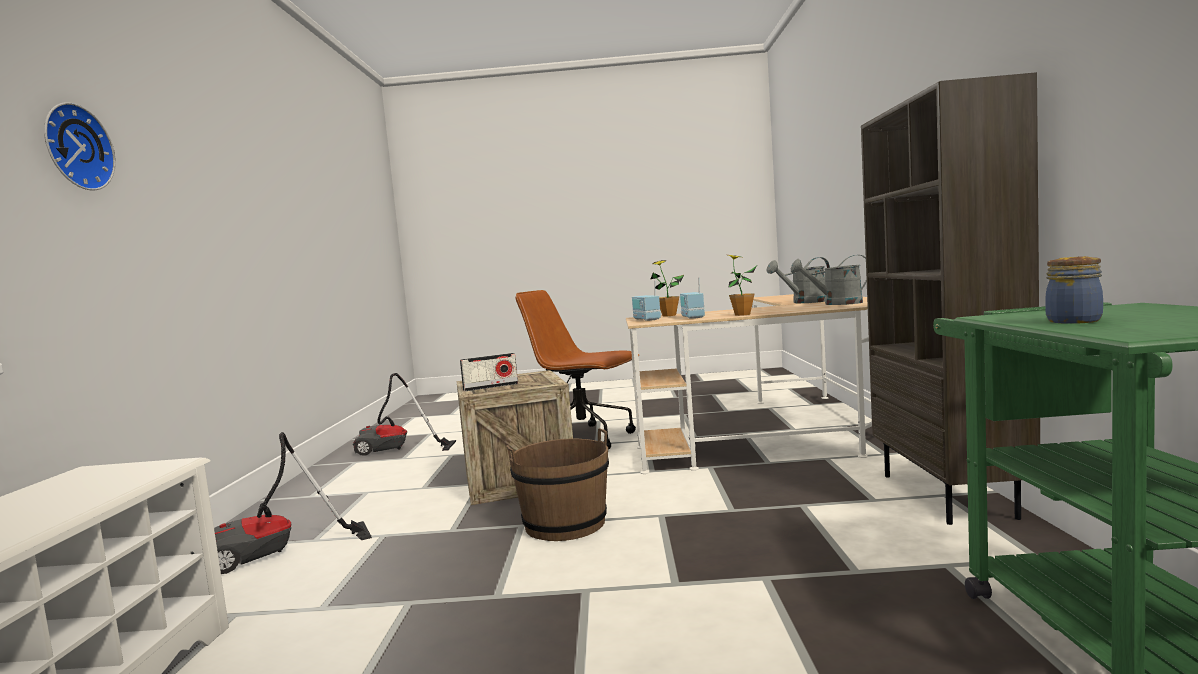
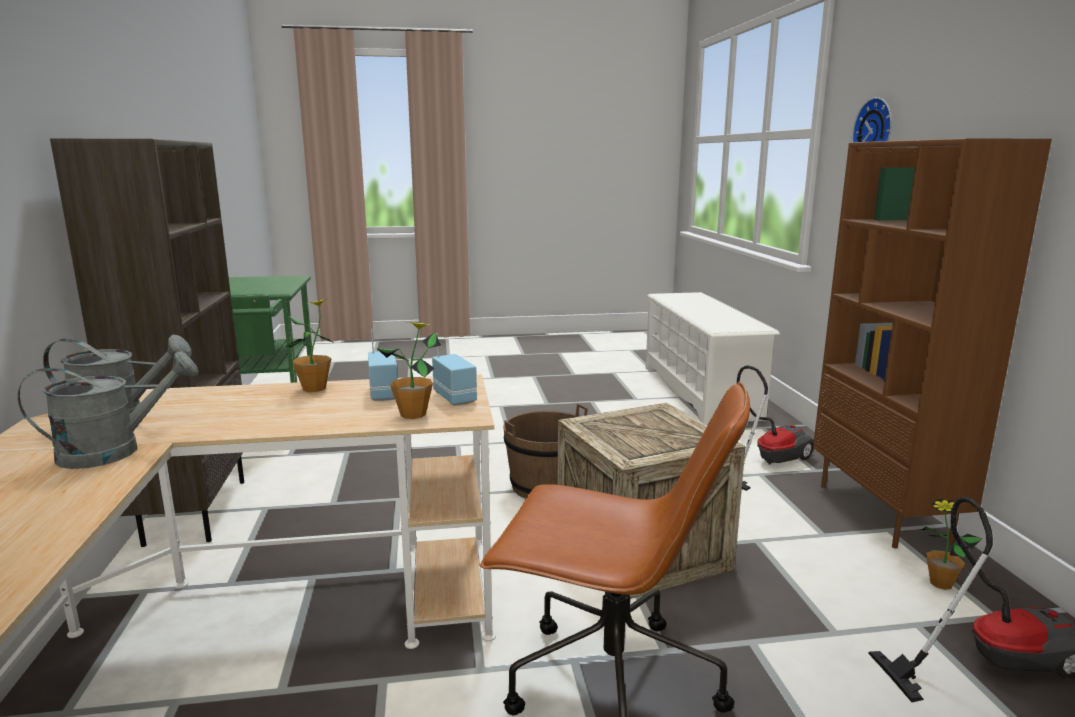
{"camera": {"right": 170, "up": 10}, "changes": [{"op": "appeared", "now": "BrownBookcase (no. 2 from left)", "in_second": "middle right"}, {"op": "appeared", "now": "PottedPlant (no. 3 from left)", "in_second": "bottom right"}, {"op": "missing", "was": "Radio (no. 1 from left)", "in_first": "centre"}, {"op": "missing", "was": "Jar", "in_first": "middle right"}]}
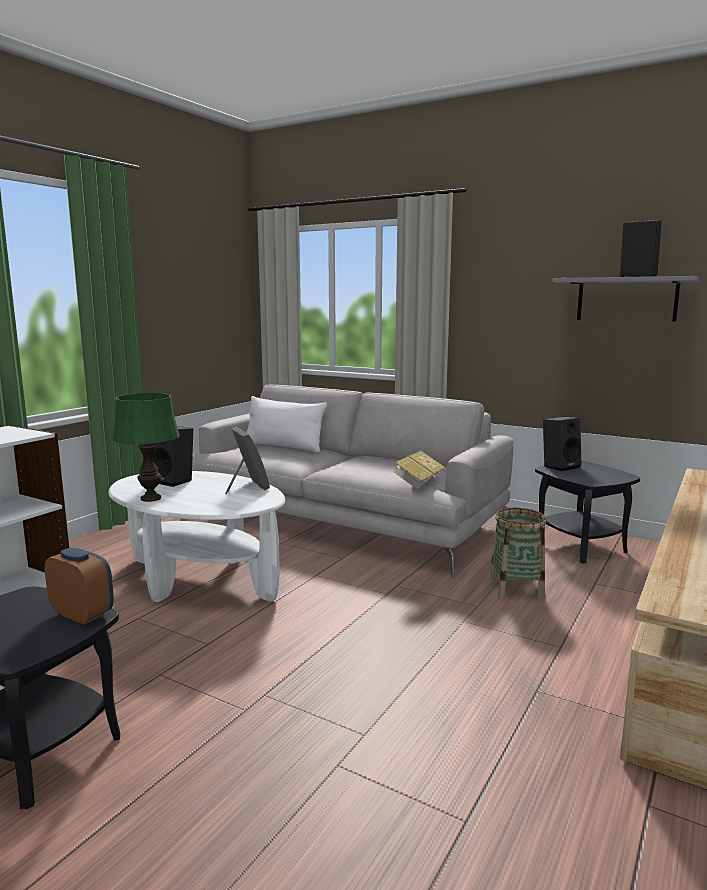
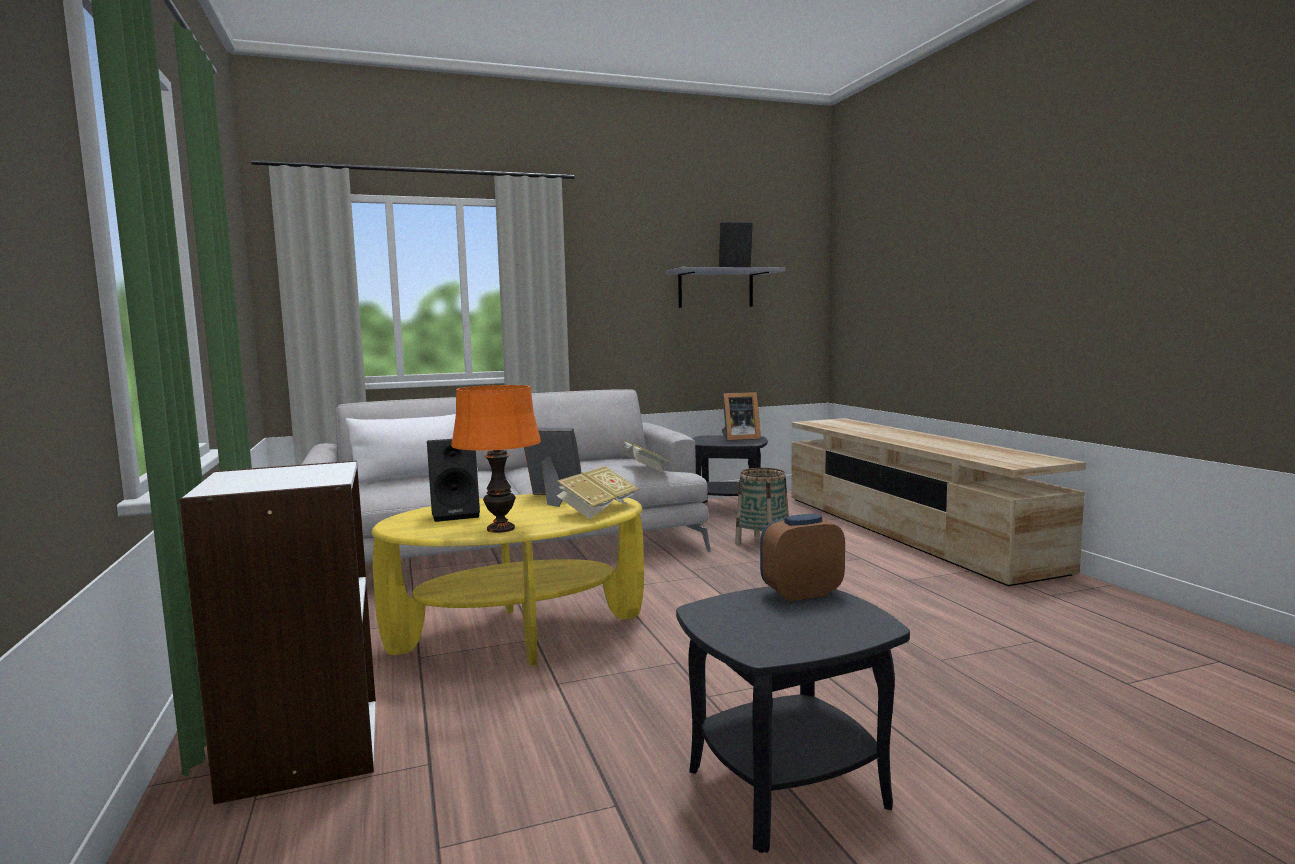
{"camera": {"right": -50, "up": -5}, "changes": [{"op": "colour", "was": "WhiteCoffeeTable", "now": "YellowCoffeeTable", "in_first": "middle left", "in_second": "bottom centre"}, {"op": "colour", "was": "GreenTableLamp", "now": "OrangeTableLamp", "in_first": "middle left", "in_second": "centre"}, {"op": "appeared", "now": "Book (no. 1 from left)", "in_second": "centre"}, {"op": "appeared", "now": "PictureFrame (no. 2 from left)", "in_second": "centre"}, {"op": "missing", "was": "BlackSpeaker (no. 2 from left)", "in_first": "middle right"}]}
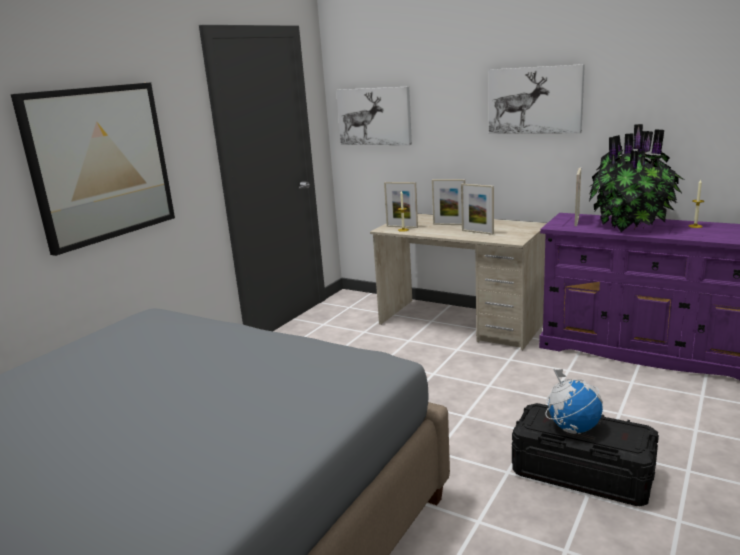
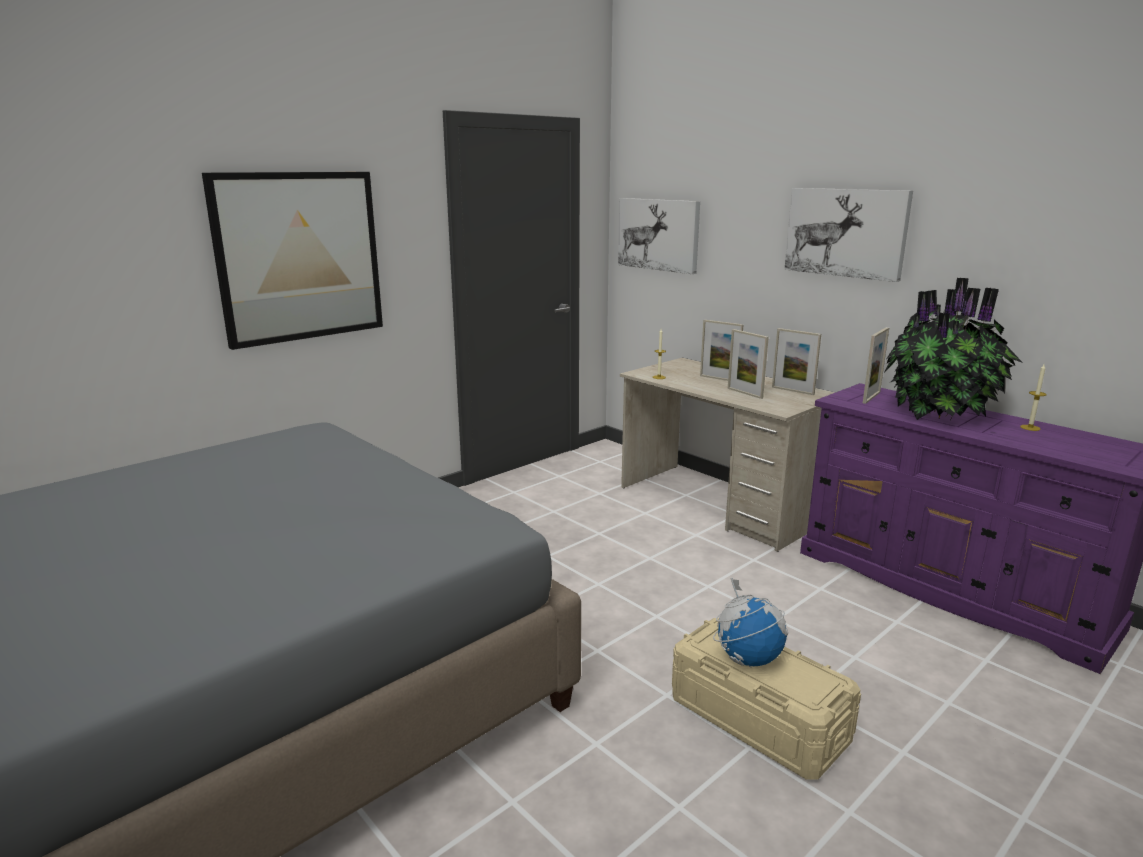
{"camera": {"right": 15, "up": 0}, "changes": [{"op": "colour", "was": "BlackStorageBox", "now": "BeigeStorageBox", "in_first": "bottom right", "in_second": "bottom right"}, {"op": "relocated", "was": "PictureFrame (no. 1 from left in the first image)", "now": "PictureFrame (no. 3 from left)", "in_first": "centre", "in_second": "middle right"}]}
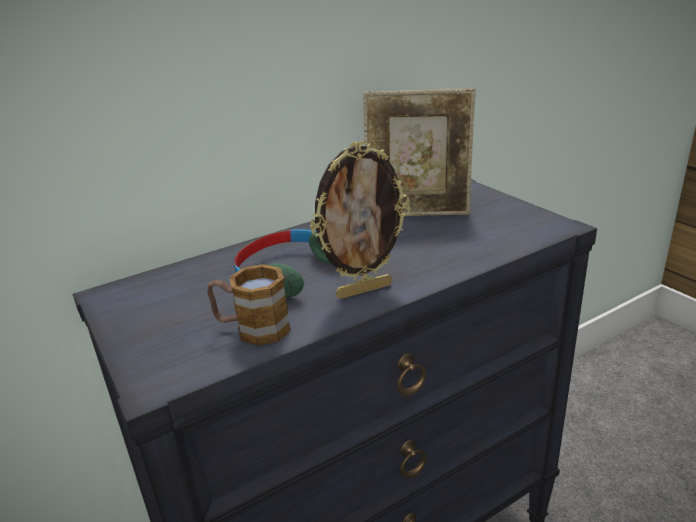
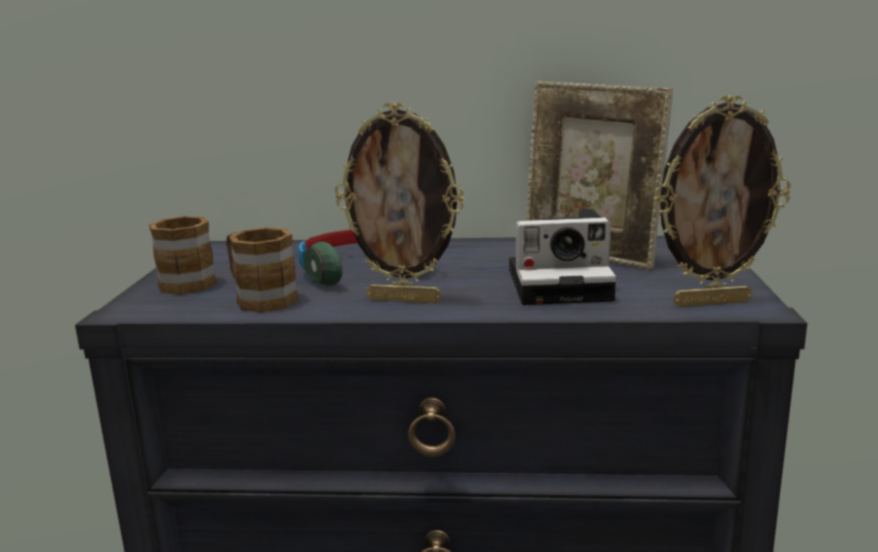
{"camera": {"right": 35, "up": -10}, "changes": [{"op": "appeared", "now": "Mug (no. 1 from left)", "in_second": "middle left"}, {"op": "appeared", "now": "PhotoCamera", "in_second": "centre"}, {"op": "appeared", "now": "PictureFrame (no. 3 from left)", "in_second": "middle right"}]}
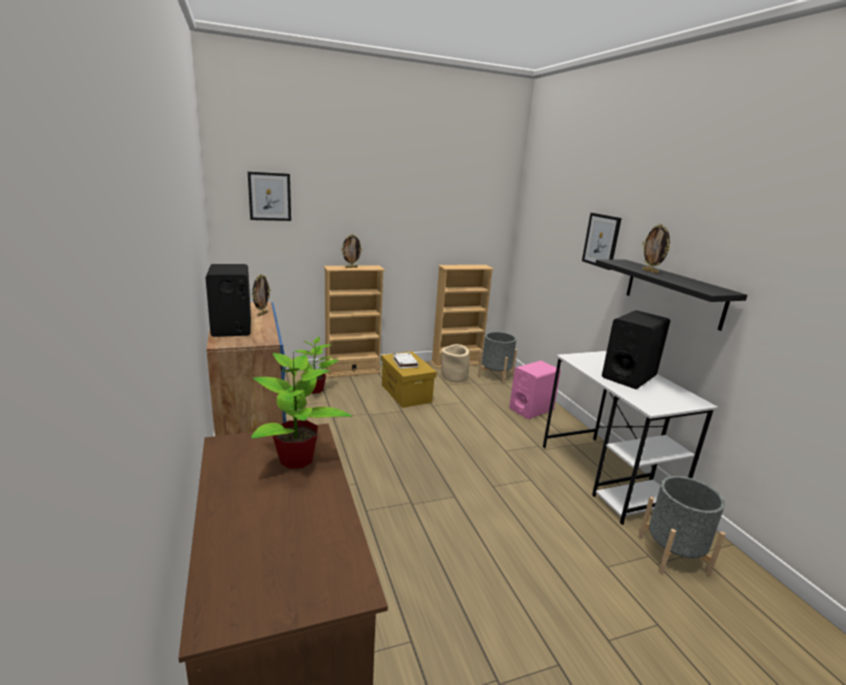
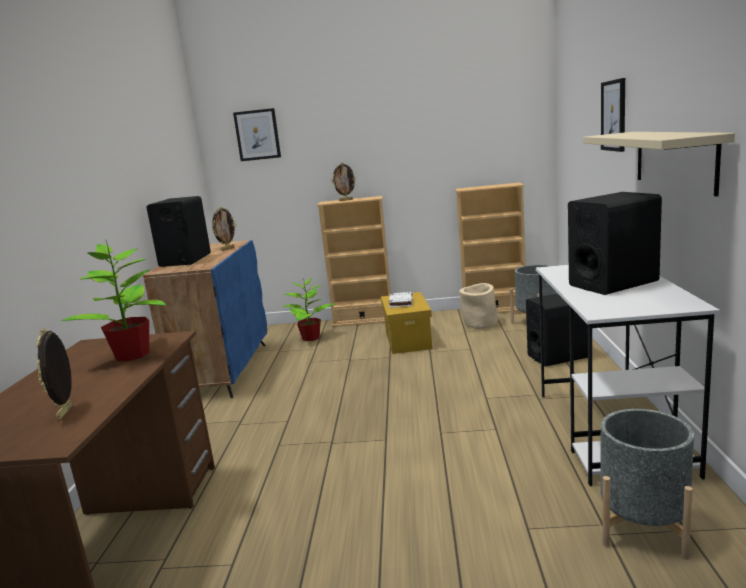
{"camera": {"right": 25, "up": -5}, "changes": [{"op": "relocated", "was": "PictureFrame (no. 3 from left in the first image)", "now": "PictureFrame (no. 1 from left)", "in_first": "middle right", "in_second": "middle left"}, {"op": "colour", "was": "PinkSpeaker", "now": "BlackSpeaker (no. 2 from left)", "in_first": "centre", "in_second": "middle right"}, {"op": "colour", "was": "BlackShelf", "now": "BeigeShelf", "in_first": "middle right", "in_second": "top right"}]}
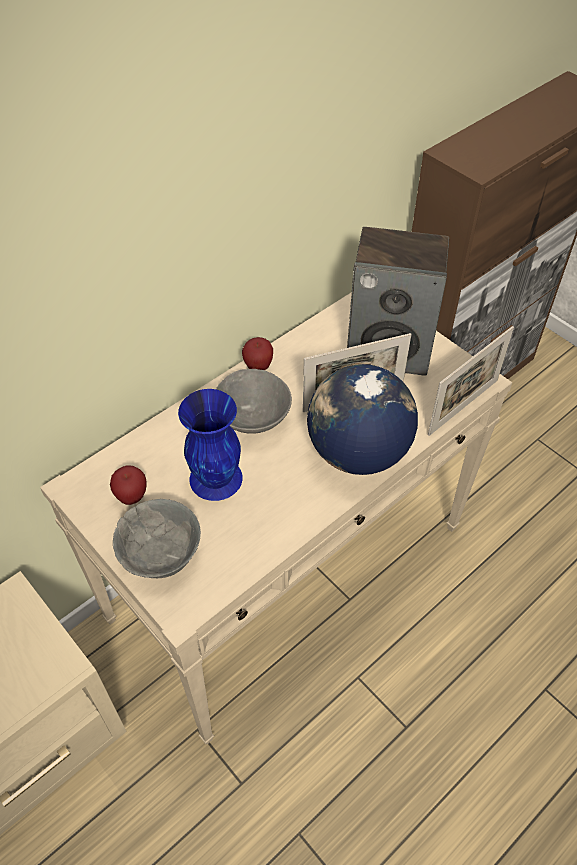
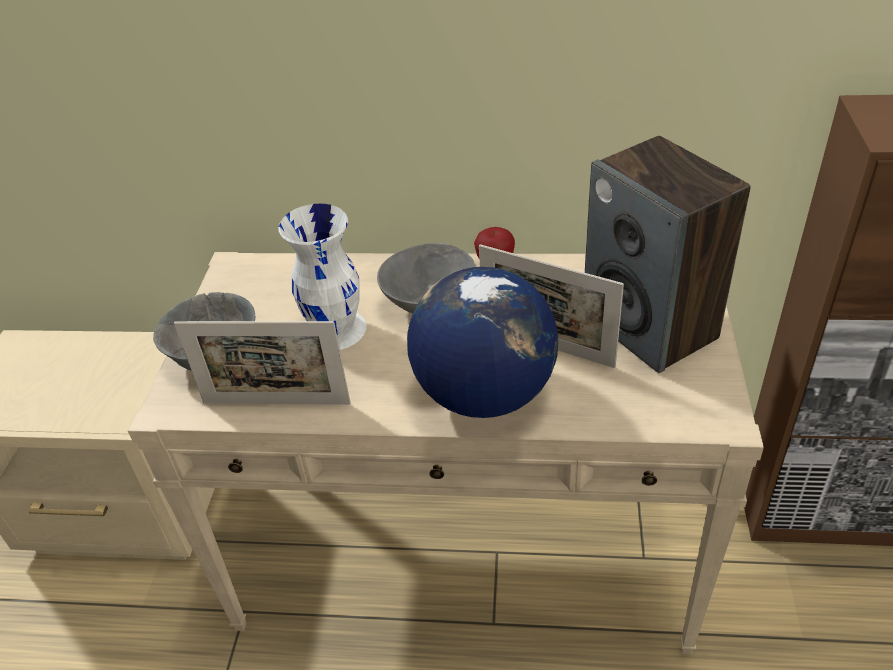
{"camera": {"right": 50, "up": -10}, "changes": [{"op": "relocated", "was": "PictureFrame (no. 2 from left in the first image)", "now": "PictureFrame (no. 1 from left)", "in_first": "middle right", "in_second": "middle left"}, {"op": "colour", "was": "BlueVase", "now": "WhiteVase", "in_first": "centre", "in_second": "centre"}, {"op": "missing", "was": "Apple (no. 1 from left)", "in_first": "middle left"}]}
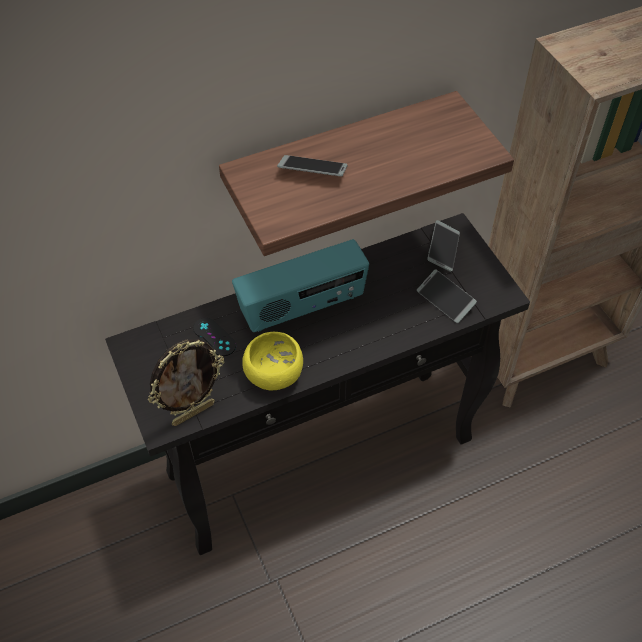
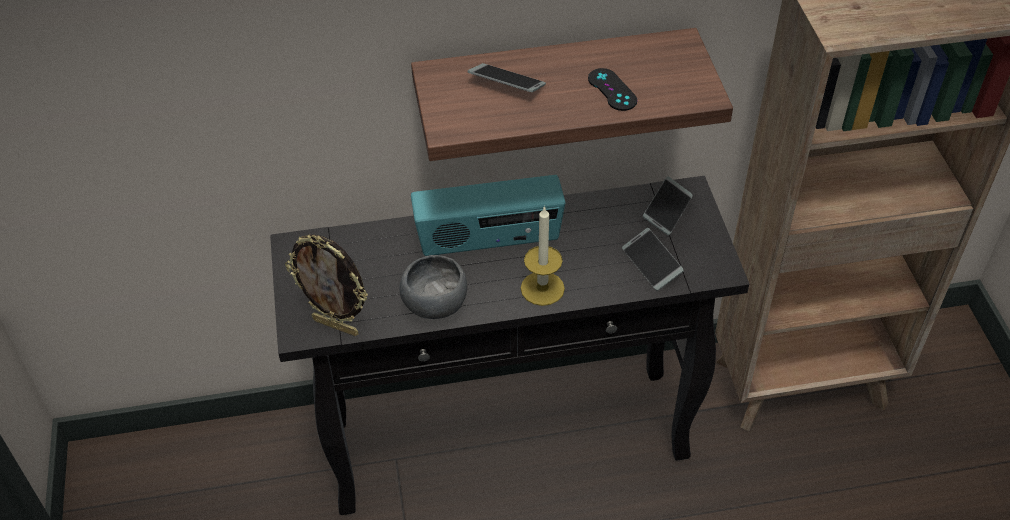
{"camera": {"right": 15, "up": -5}, "changes": [{"op": "spun", "was": "PictureFrame", "in_first": "middle left", "in_second": "middle left", "clockwise": 45}, {"op": "colour", "was": "YellowBowl", "now": "GreyBowl", "in_first": "centre", "in_second": "centre"}, {"op": "appeared", "now": "Candle", "in_second": "centre"}, {"op": "relocated", "was": "BlackGameController", "in_first": "centre", "in_second": "top centre"}]}
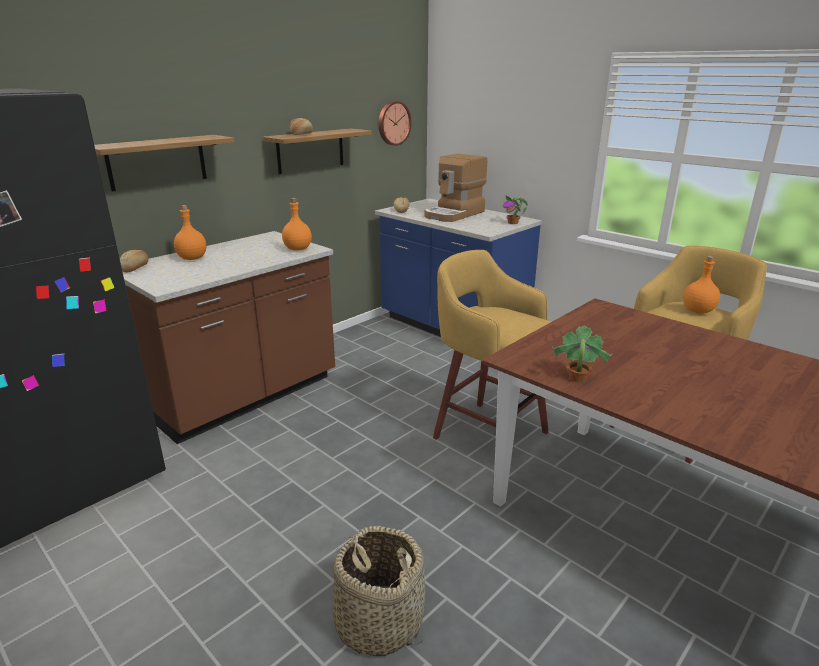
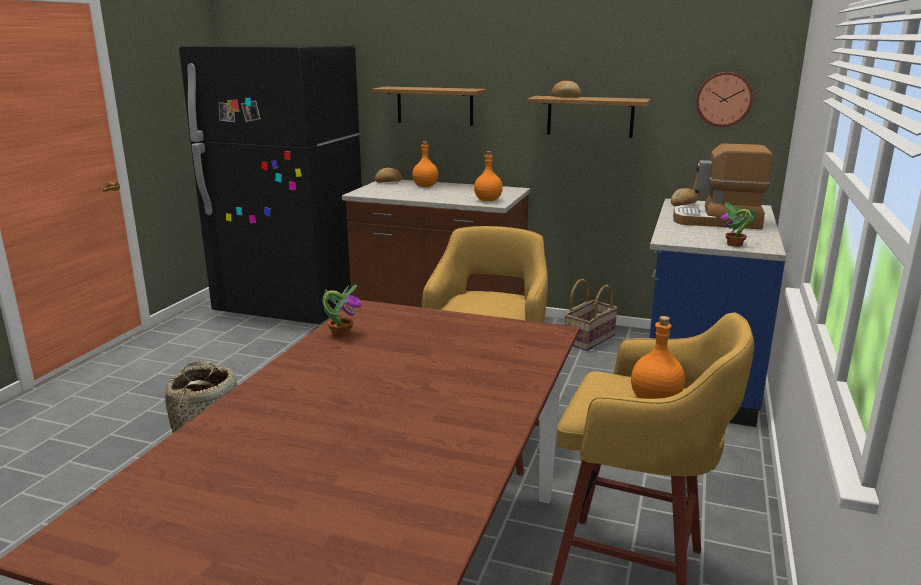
{"camera": {"right": 65, "up": -5}, "changes": [{"op": "appeared", "now": "Basket (no. 2 from left)", "in_second": "centre"}]}
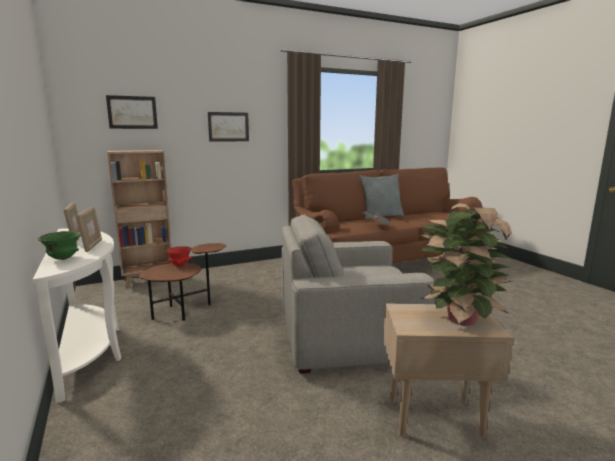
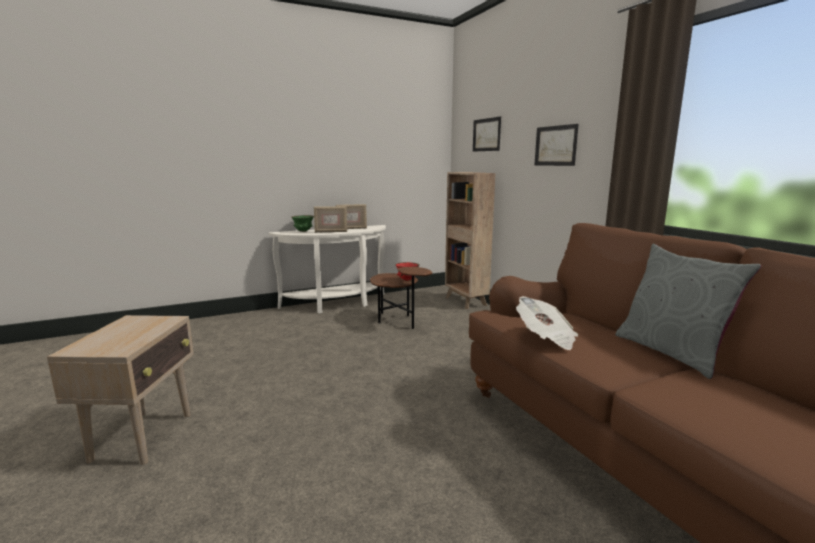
{"camera": {"right": 90, "up": 0}, "changes": [{"op": "missing", "was": "GreyArmchair", "in_first": "centre"}, {"op": "missing", "was": "PottedPlant", "in_first": "middle right"}]}
